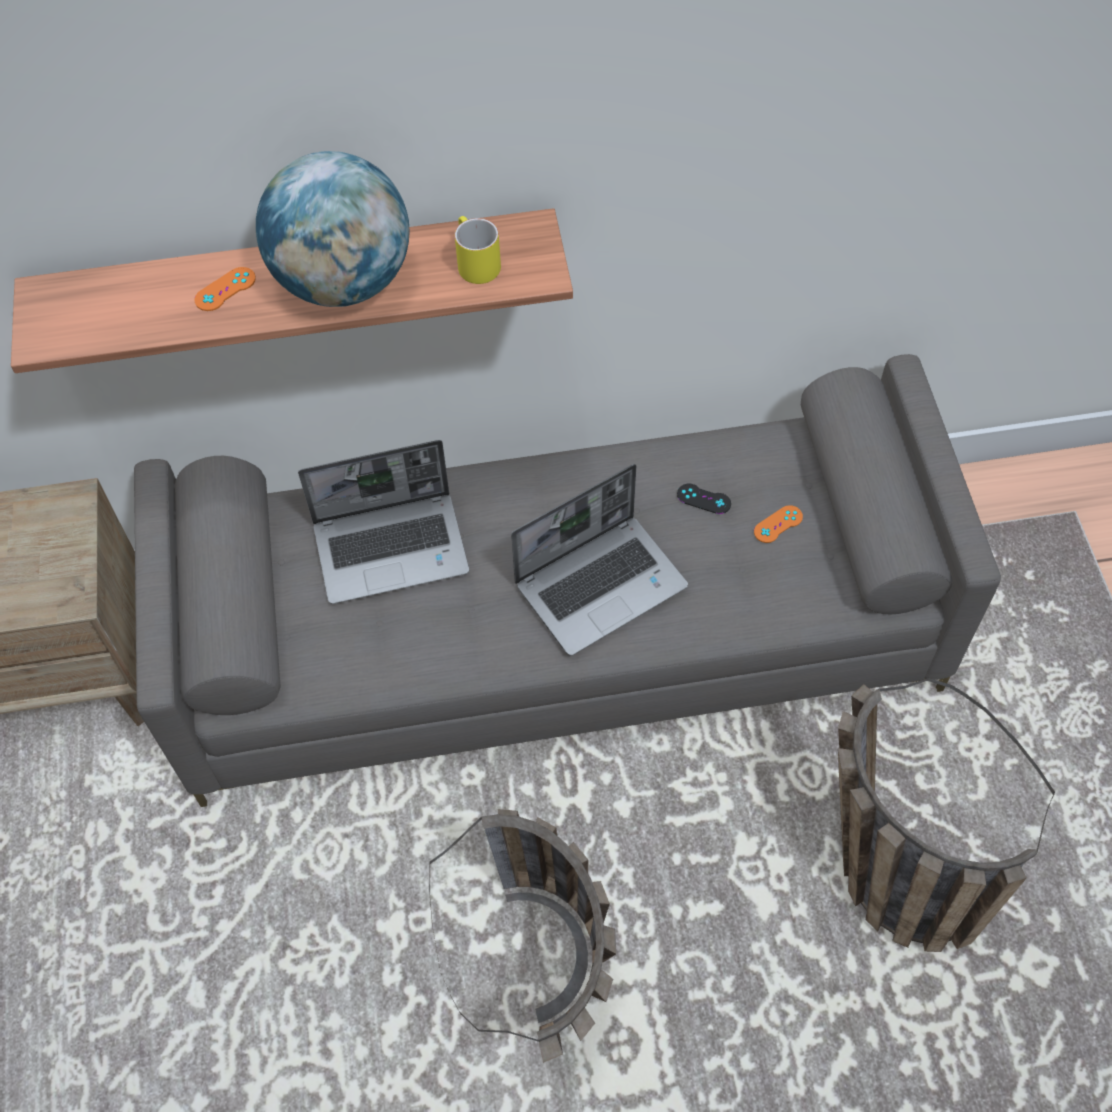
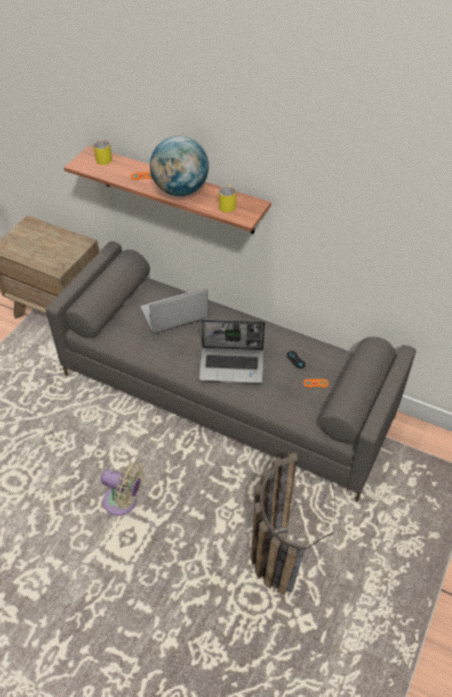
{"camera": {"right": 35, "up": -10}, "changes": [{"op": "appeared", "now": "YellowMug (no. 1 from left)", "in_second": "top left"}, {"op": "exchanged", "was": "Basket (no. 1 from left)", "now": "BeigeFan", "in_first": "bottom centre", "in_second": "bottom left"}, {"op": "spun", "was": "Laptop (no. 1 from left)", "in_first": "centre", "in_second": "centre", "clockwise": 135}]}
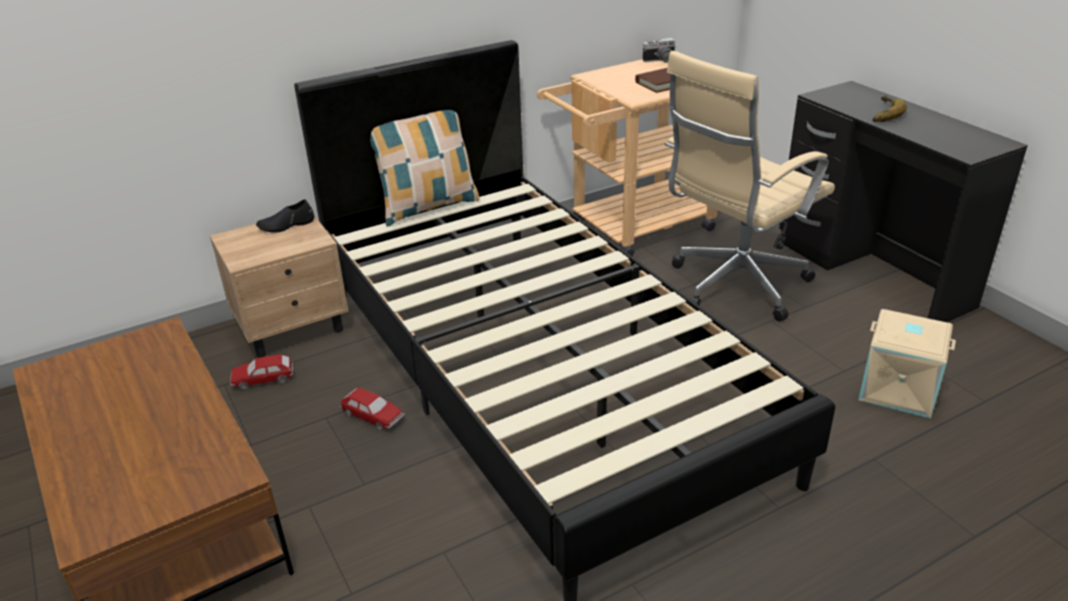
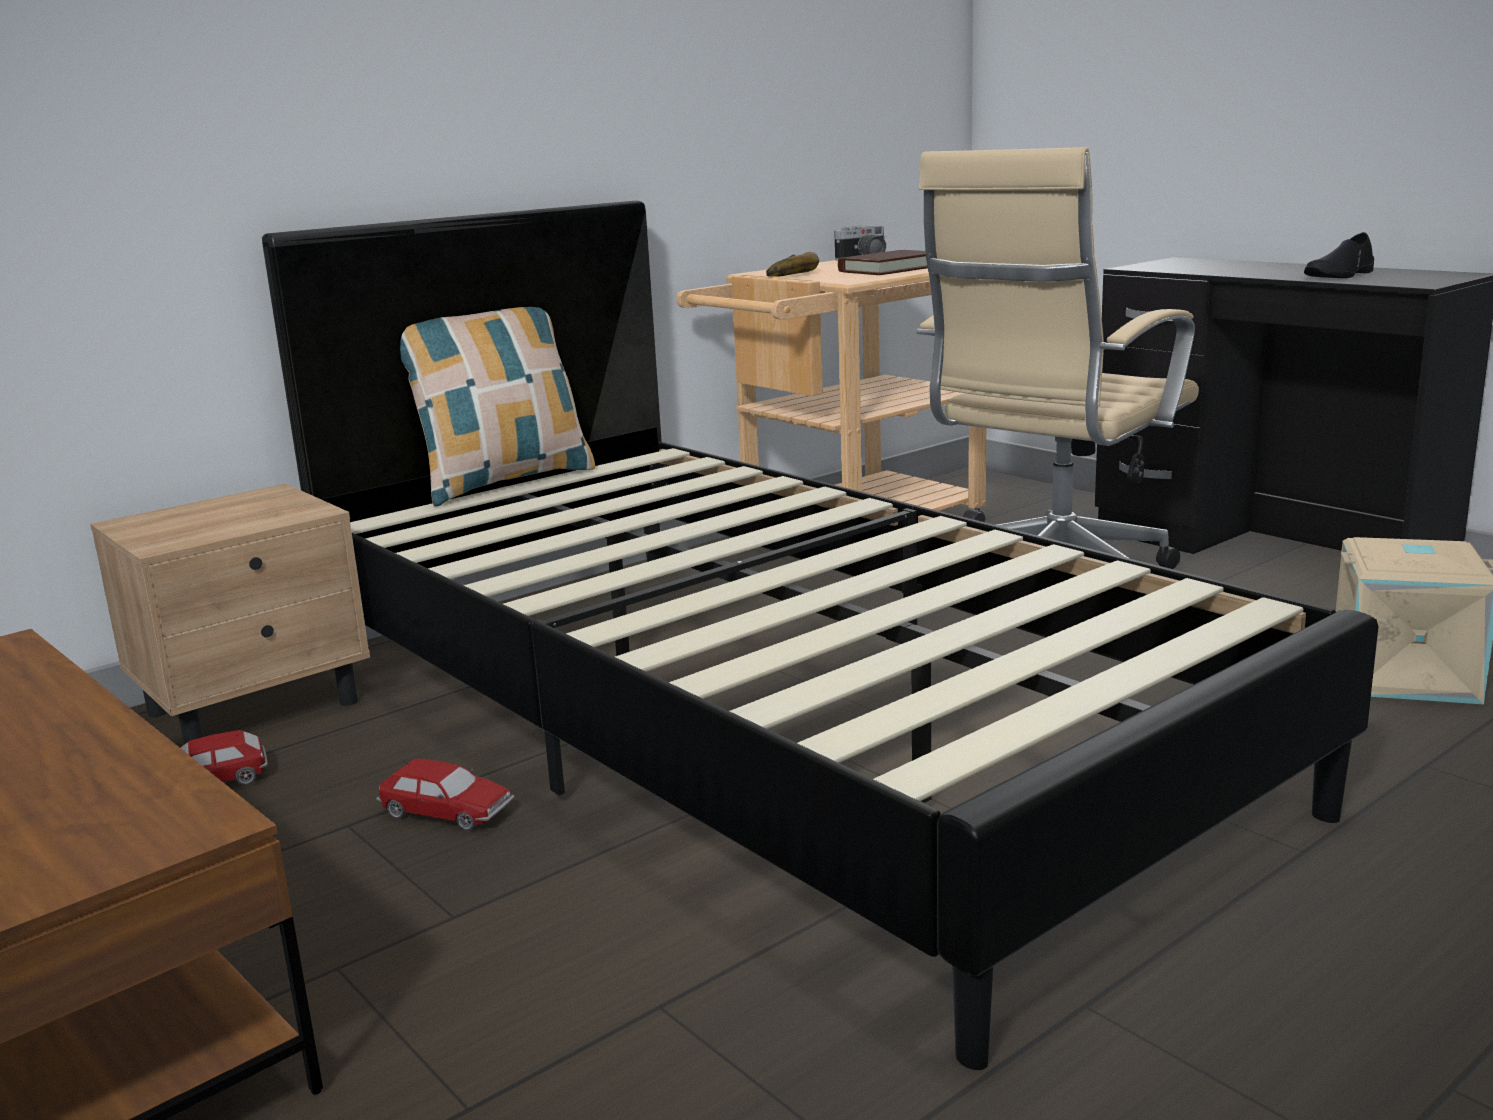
{"camera": {"right": -10, "up": -15}, "changes": [{"op": "relocated", "was": "Banana", "in_first": "top right", "in_second": "top centre"}, {"op": "relocated", "was": "BlackShoe", "in_first": "middle left", "in_second": "top right"}]}
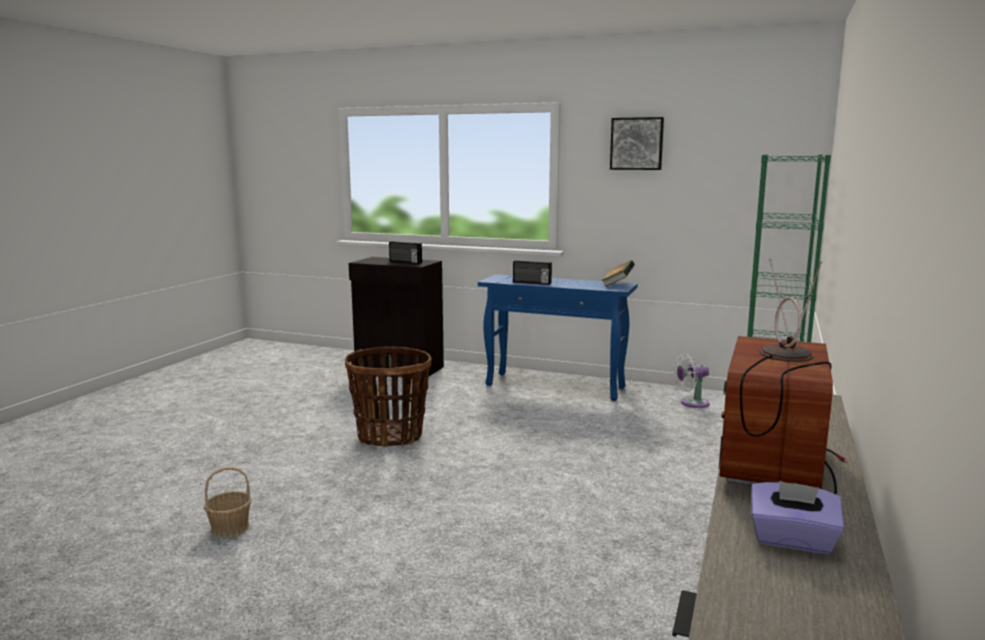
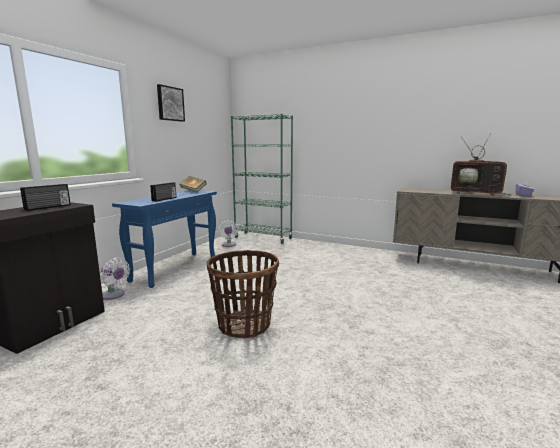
{"camera": {"right": -85, "up": 0}, "changes": [{"op": "appeared", "now": "WhiteFan (no. 1 from left)", "in_second": "middle left"}, {"op": "missing", "was": "Basket (no. 1 from left)", "in_first": "bottom left"}]}
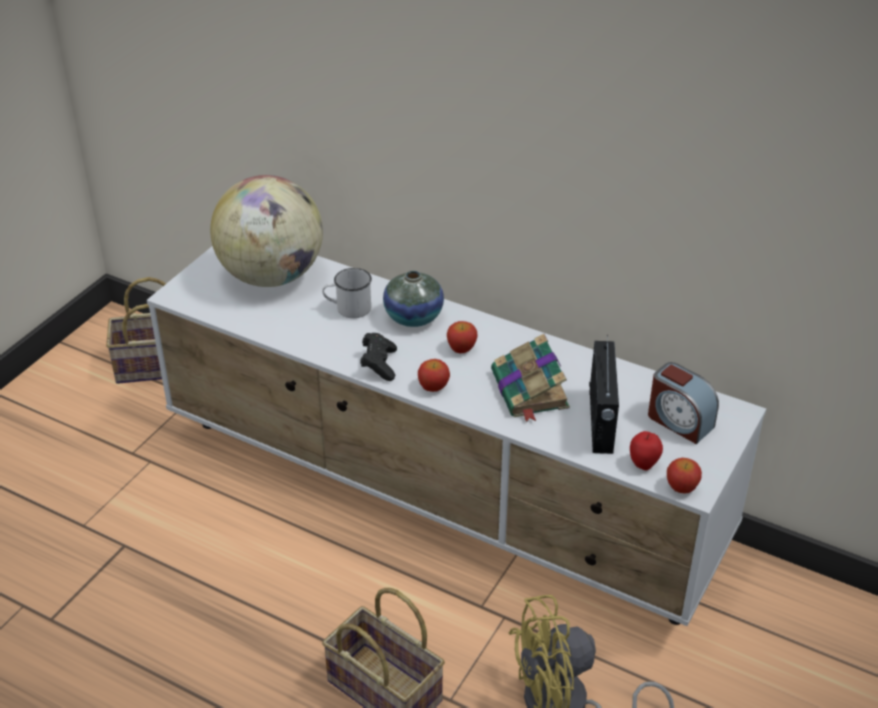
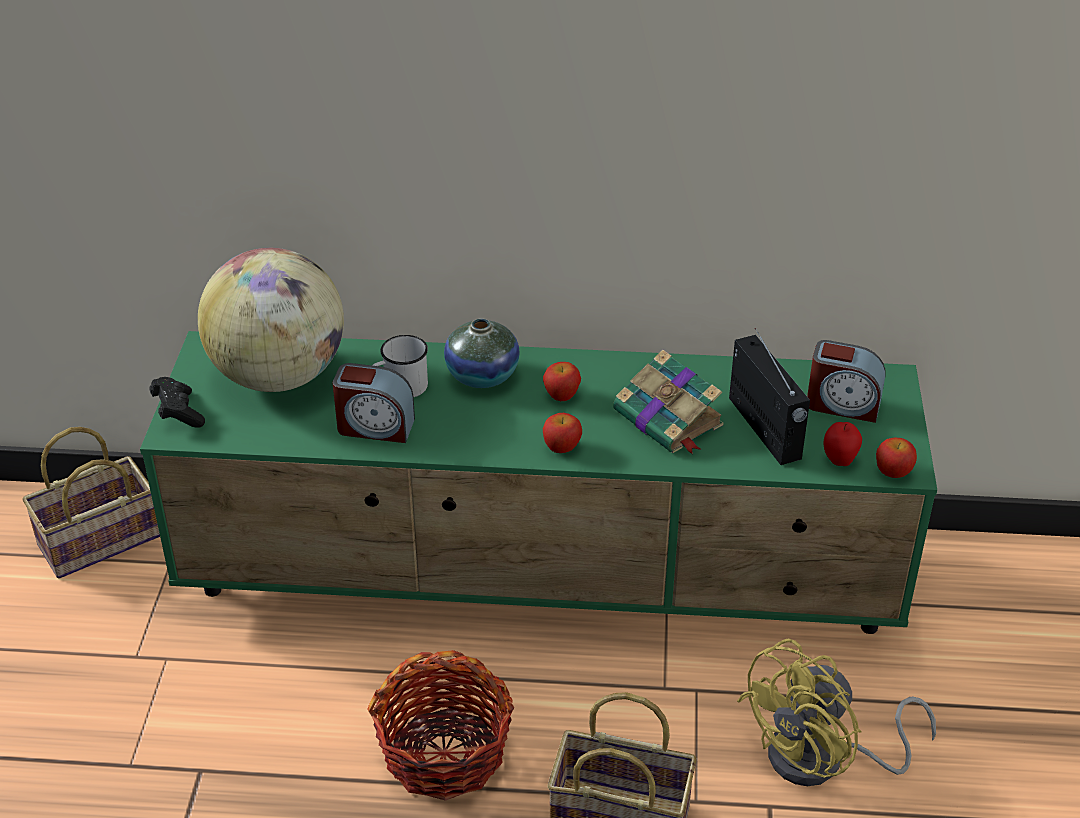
{"camera": {"right": -25, "up": 0}, "changes": [{"op": "colour", "was": "WhiteTvStand", "now": "GreenTvStand", "in_first": "centre", "in_second": "centre"}, {"op": "relocated", "was": "BlackGameController", "in_first": "centre", "in_second": "middle left"}, {"op": "appeared", "now": "AlarmClock (no. 1 from left)", "in_second": "centre"}, {"op": "appeared", "now": "Basket (no. 2 from left)", "in_second": "bottom centre"}]}
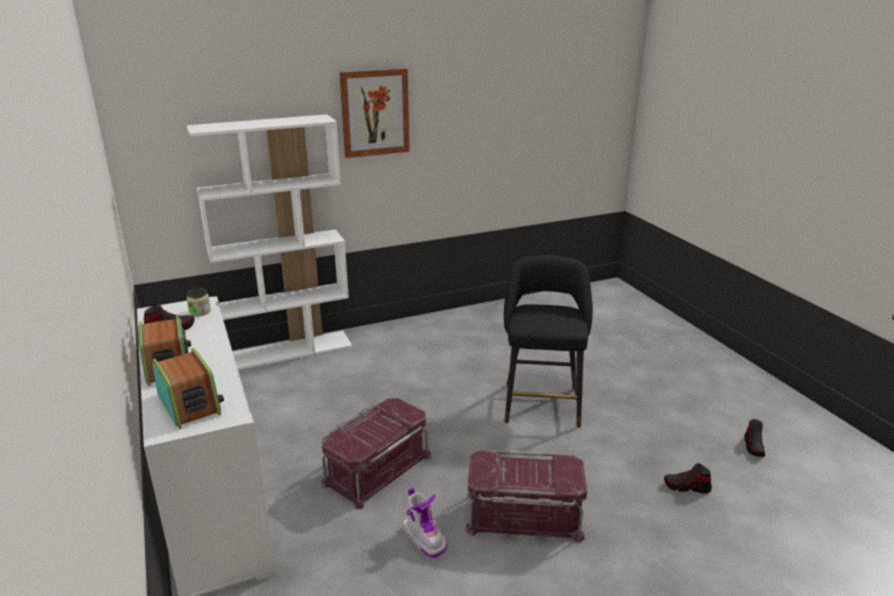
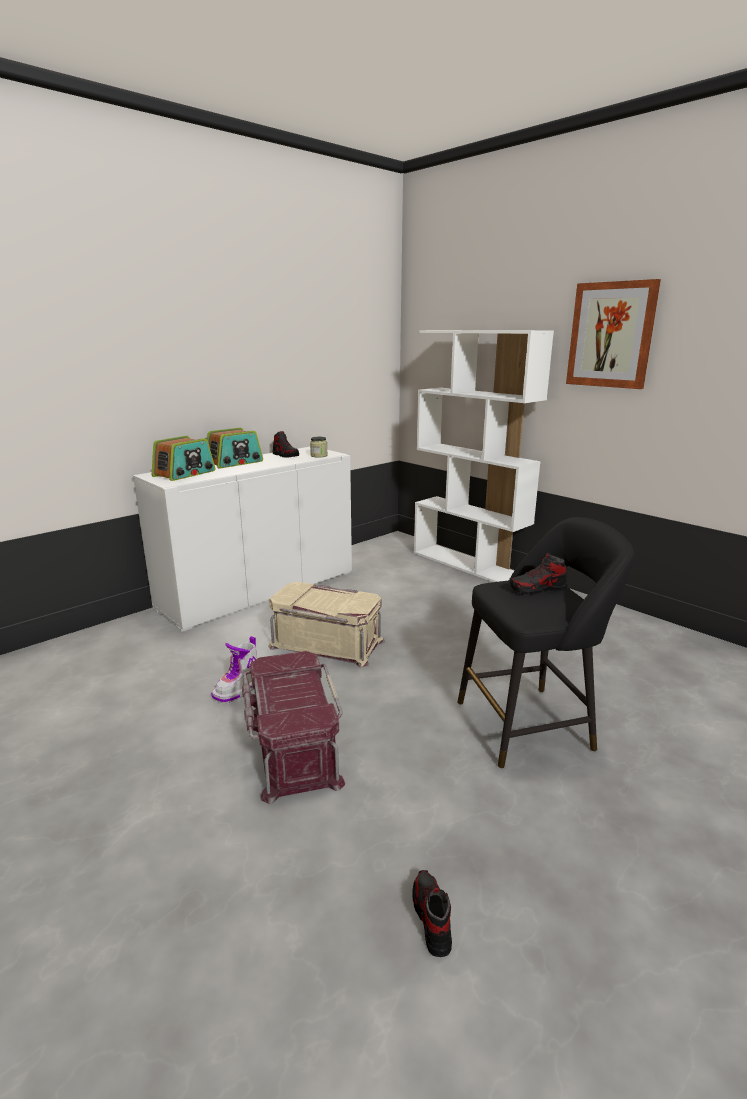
{"camera": {"right": 70, "up": -5}, "changes": [{"op": "colour", "was": "RedStorageBox (no. 1 from left)", "now": "BeigeStorageBox", "in_first": "bottom centre", "in_second": "centre"}, {"op": "relocated", "was": "Shoe (no. 3 from left)", "in_first": "bottom right", "in_second": "middle right"}]}
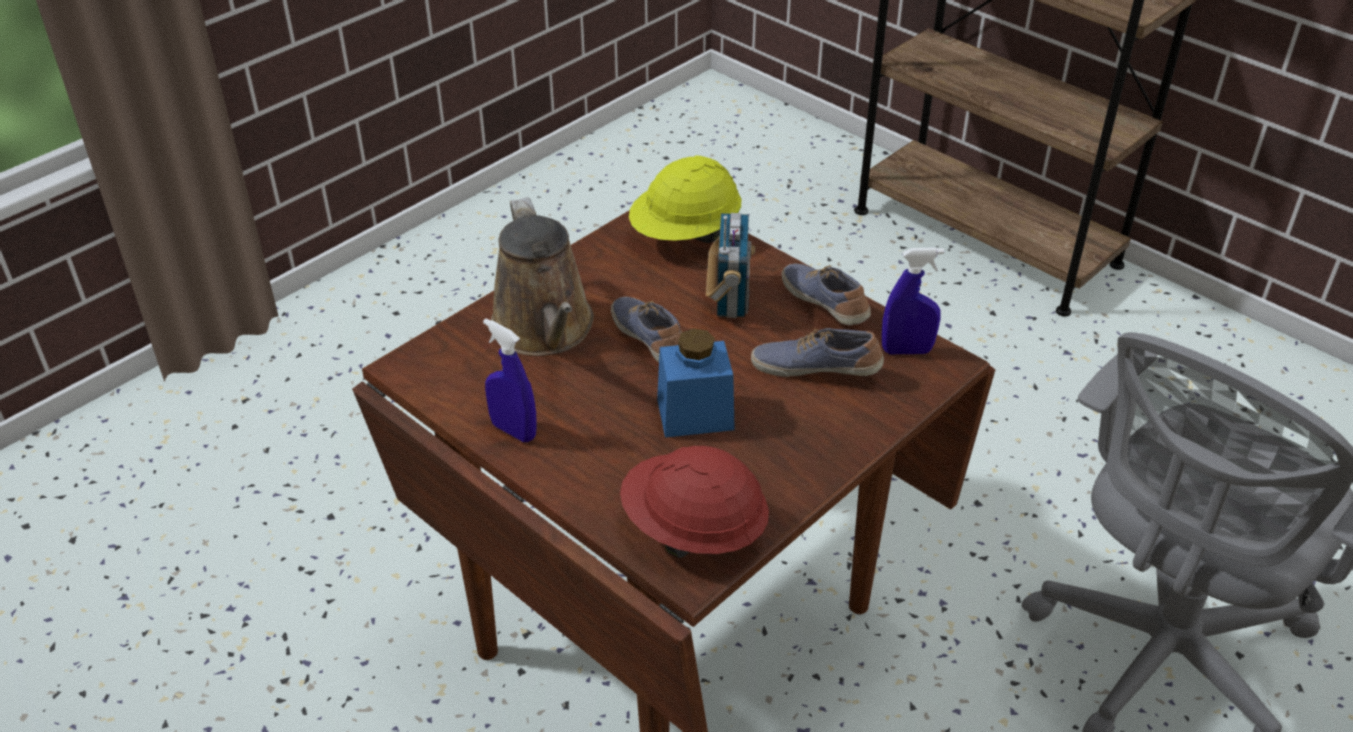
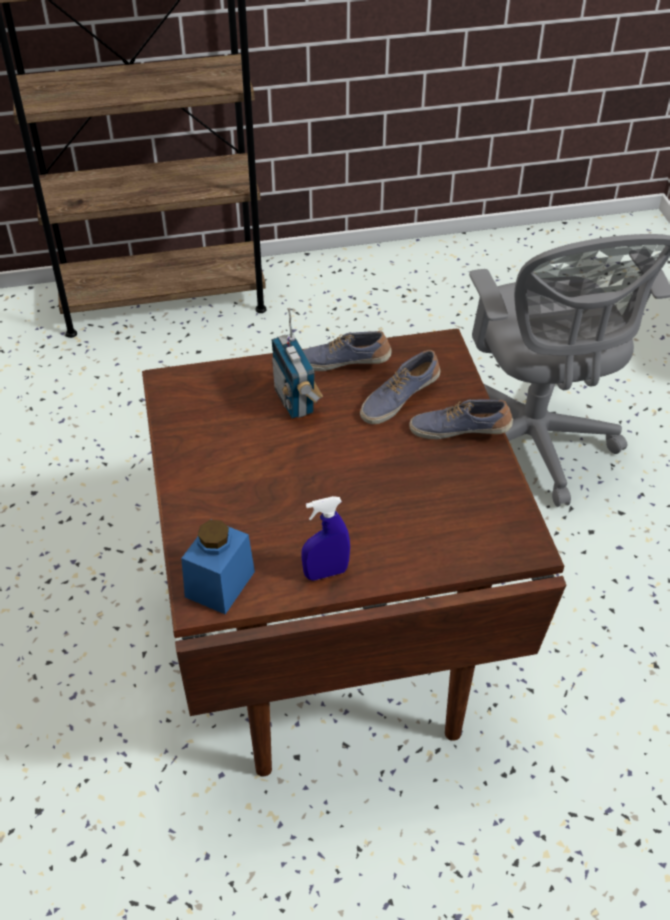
{"camera": {"right": -55, "up": 5}, "changes": [{"op": "relocated", "was": "BlueJar", "in_first": "centre", "in_second": "middle left"}, {"op": "spun", "was": "Radio", "in_first": "centre", "in_second": "centre", "clockwise": -150}, {"op": "relocated", "was": "Shoe (no. 1 from left in the first image)", "now": "Shoe (no. 3 from left)", "in_first": "centre", "in_second": "middle right"}, {"op": "missing", "was": "BrownWateringCan", "in_first": "centre"}, {"op": "missing", "was": "RedHardHat", "in_first": "bottom centre"}, {"op": "missing", "was": "YellowHardHat", "in_first": "top centre"}, {"op": "missing", "was": "BlueSprayBottle (no. 2 from left)", "in_first": "middle right"}]}
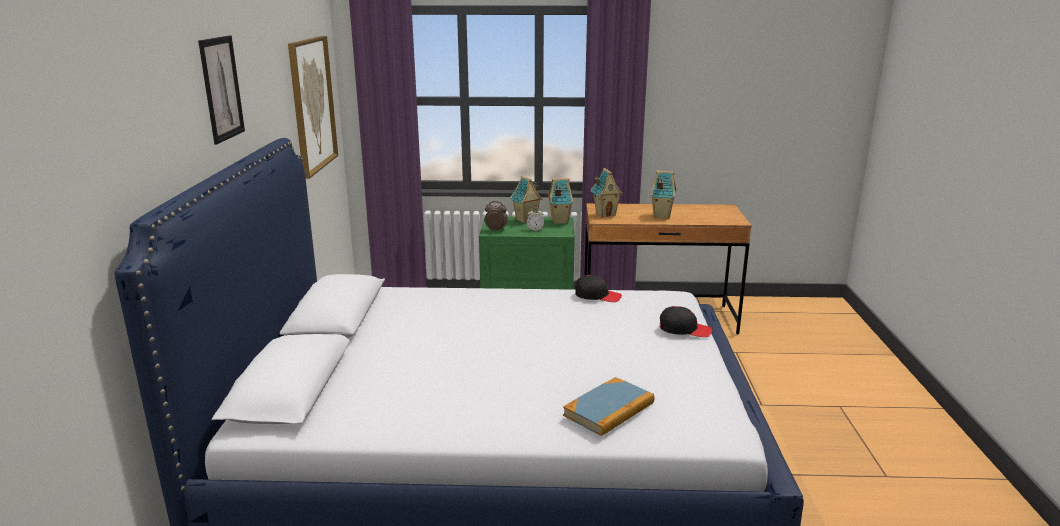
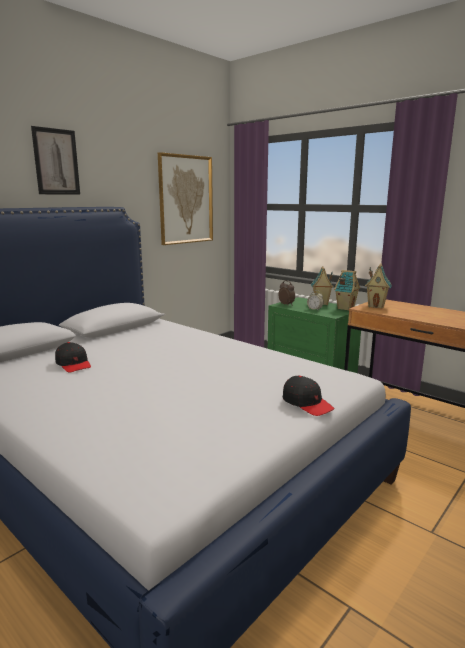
{"camera": {"right": 40, "up": -5}, "changes": [{"op": "relocated", "was": "BlackCap (no. 1 from left)", "in_first": "centre", "in_second": "middle left"}, {"op": "missing", "was": "Book", "in_first": "bottom centre"}, {"op": "missing", "was": "ToyHouse (no. 4 from left)", "in_first": "centre"}]}
